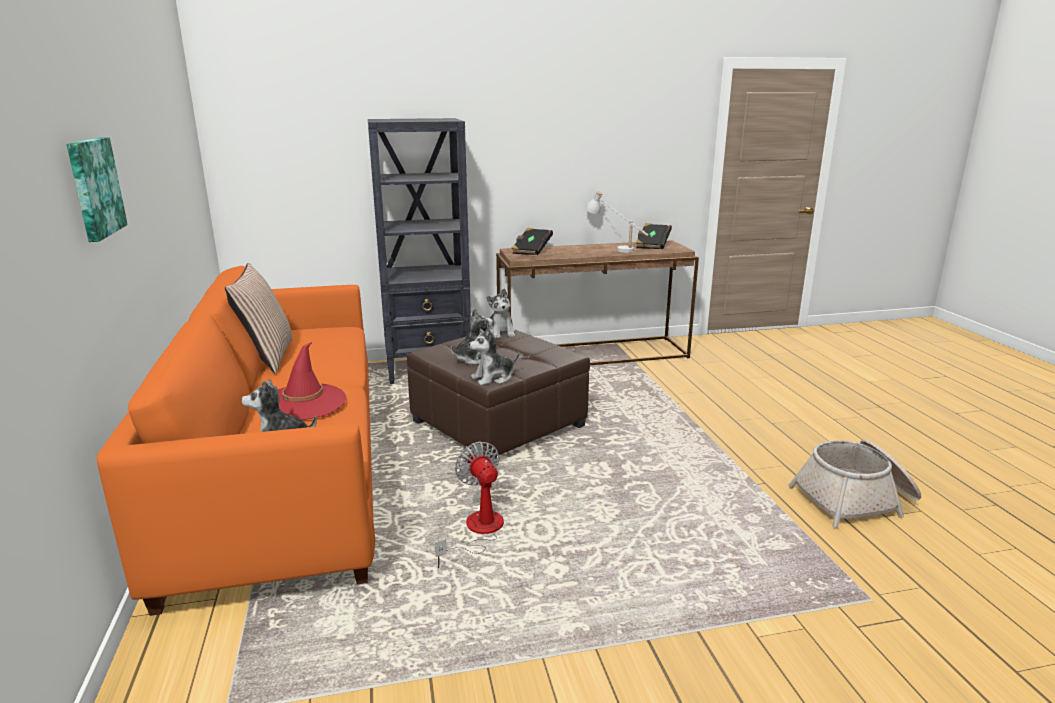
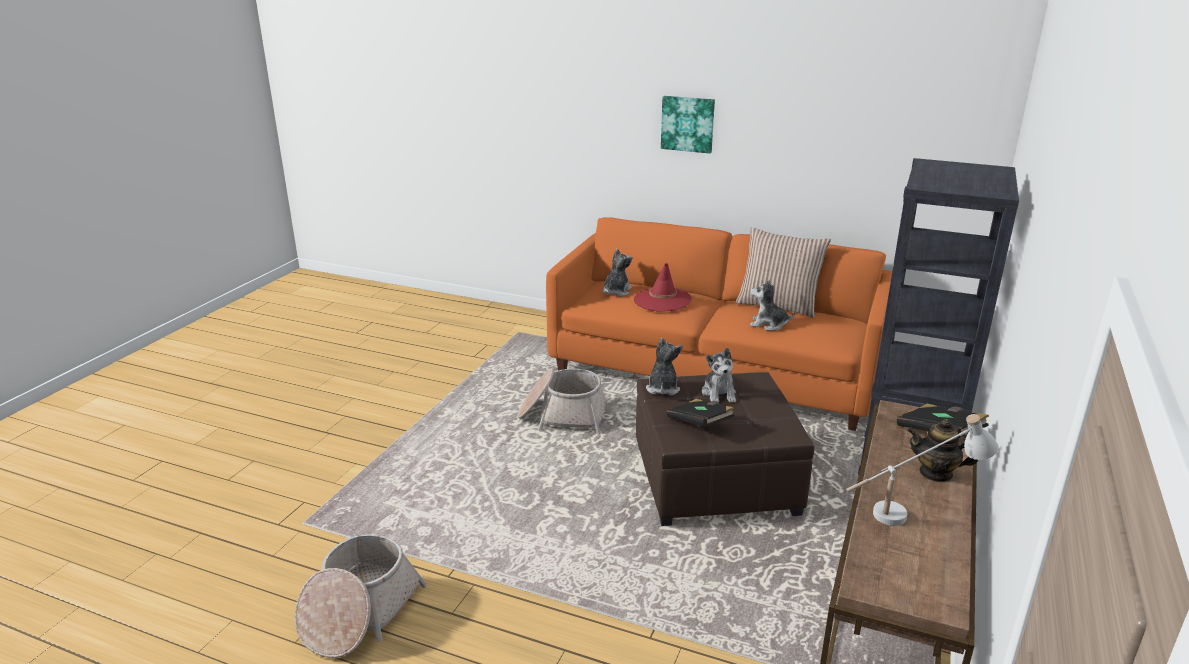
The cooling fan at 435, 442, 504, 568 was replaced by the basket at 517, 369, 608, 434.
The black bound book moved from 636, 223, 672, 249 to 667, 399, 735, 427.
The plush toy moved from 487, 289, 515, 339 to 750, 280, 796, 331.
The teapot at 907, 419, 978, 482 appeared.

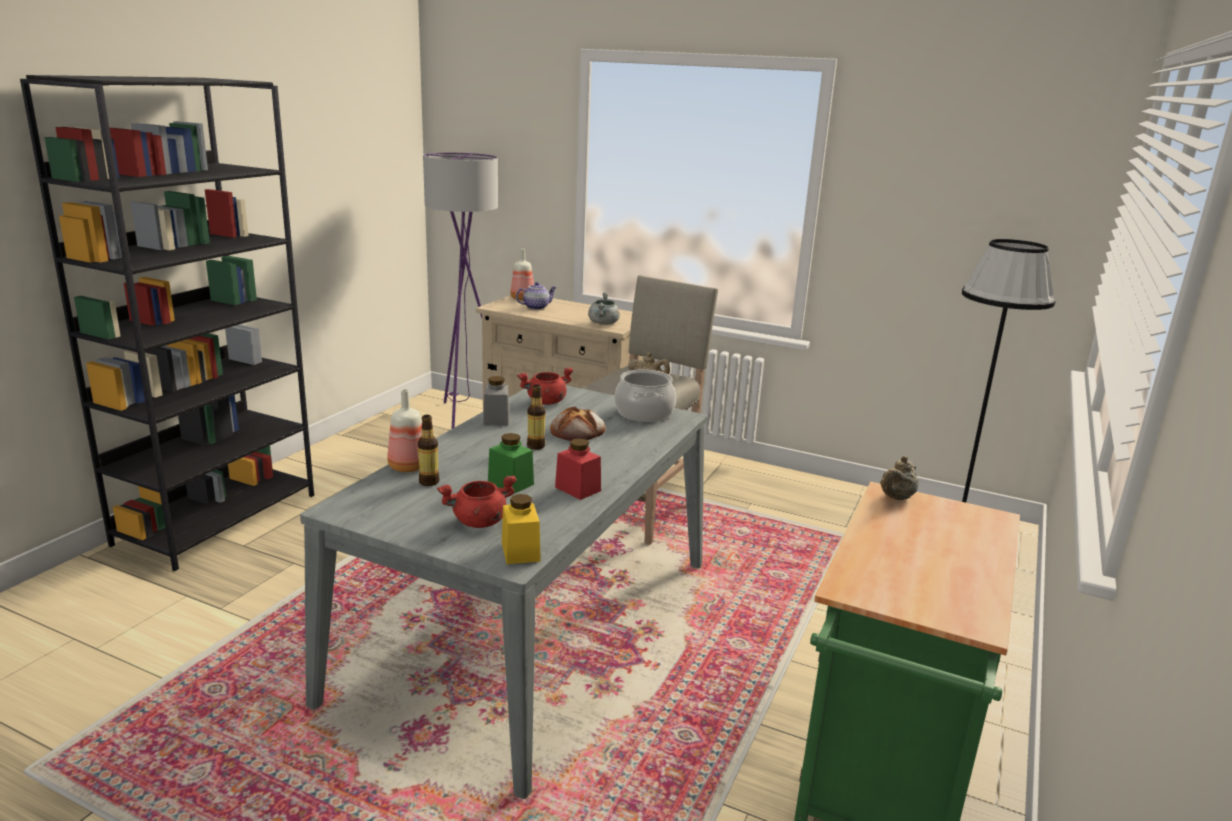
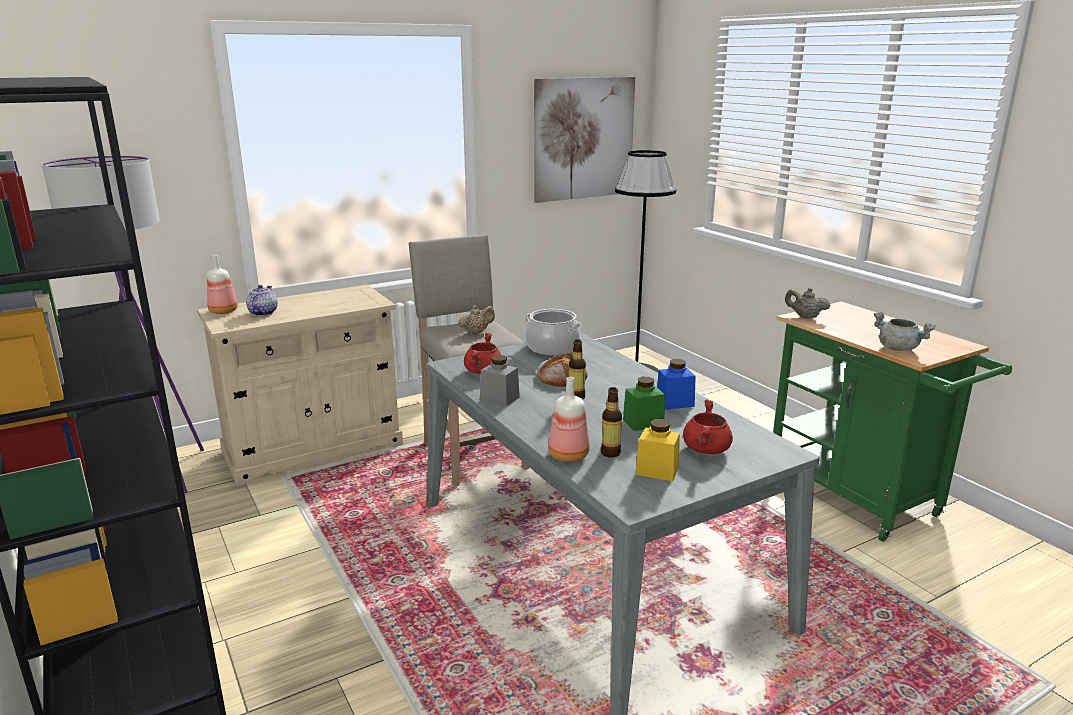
The wall picture at 534, 77, 635, 203 appeared.
The yellowish storage jar moved from 502, 494, 541, 564 to 635, 419, 680, 481.
The reddish storage jar at 555, 438, 601, 500 became the blue storage jar at 657, 359, 696, 410.
The beige-coloured teapot at 880, 456, 919, 500 turned 135 degrees clockwise.
The greyish stockpot moved from 588, 293, 620, 325 to 874, 312, 936, 351.

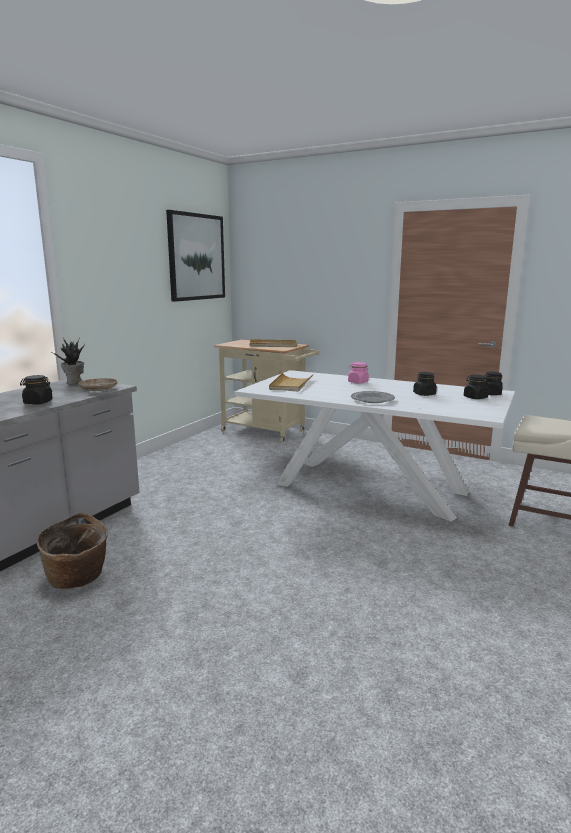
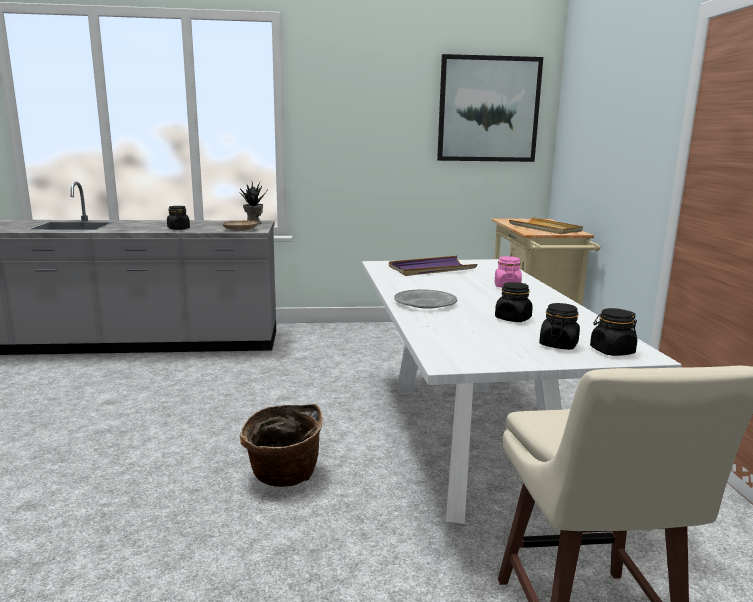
The basket moved from 36, 513, 108, 589 to 240, 404, 323, 487.
The beige-coloured tray at 269, 372, 314, 392 became the purple tray at 389, 256, 477, 276.

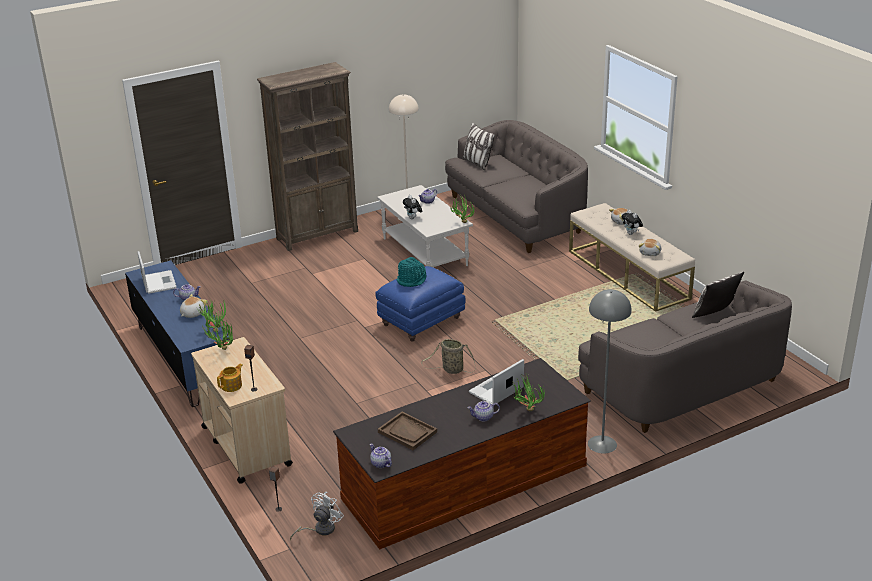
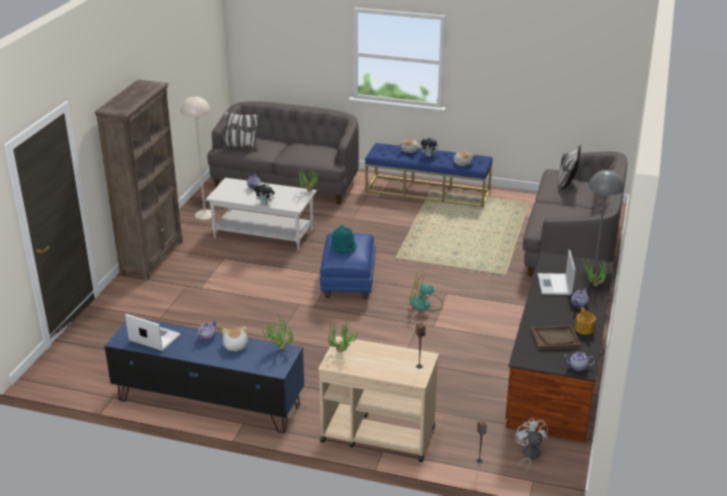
The beige-coloured bench at 569, 203, 695, 312 became the blue bench at 365, 143, 493, 207.
The basket at 421, 339, 476, 374 was replaced by the cooling fan at 410, 270, 443, 311.
The teapot moved from 217, 364, 243, 392 to 575, 307, 596, 335.

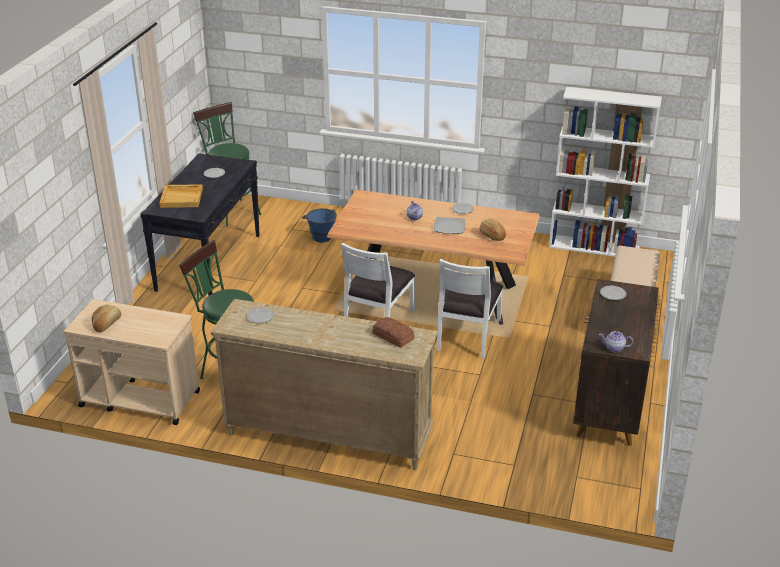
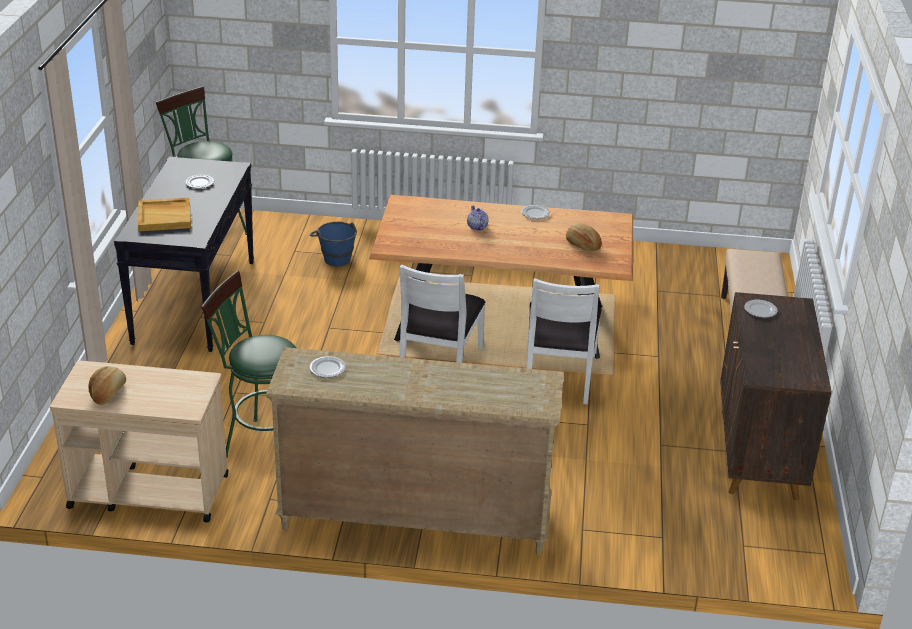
The bakery bread at 373, 317, 415, 348 disappeared.
The flat dish at 434, 217, 466, 234 disappeared.
The white-coloured bookshelf at 549, 87, 662, 257 disappeared.
The teapot at 599, 331, 633, 352 disappeared.

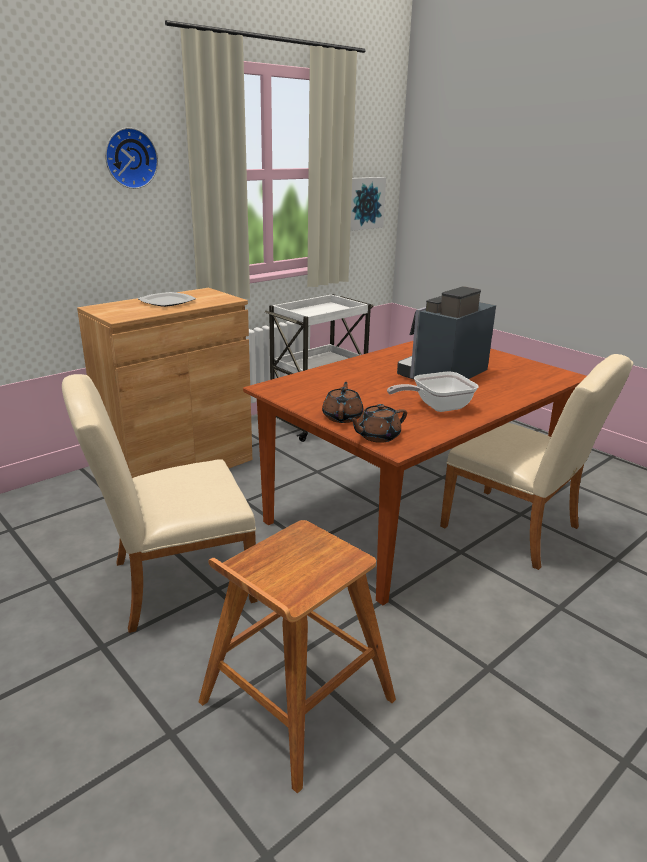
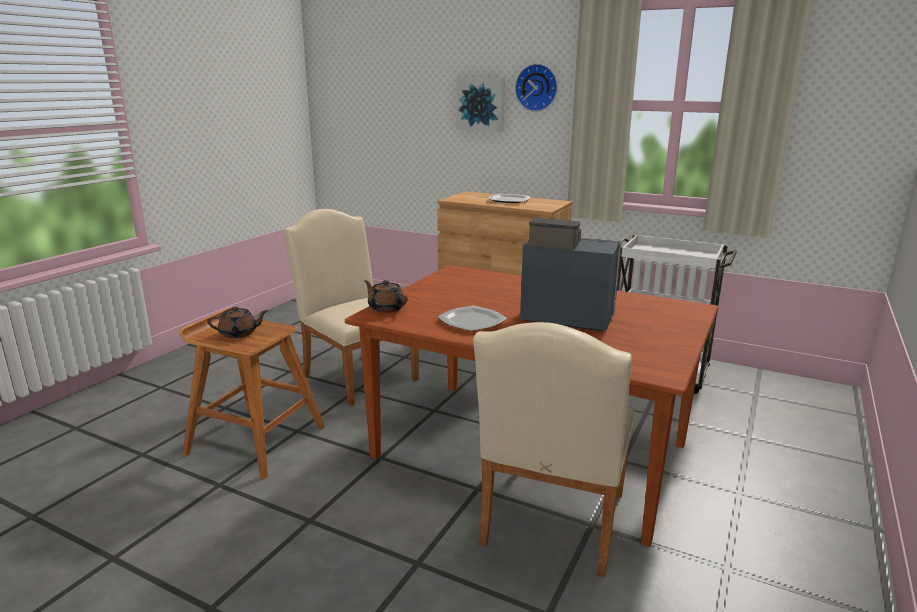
The brown-coloured teapot moved from 322, 382, 363, 423 to 207, 307, 268, 338.
The skillet at 387, 372, 479, 412 was replaced by the flat dish at 438, 306, 507, 331.
The wall picture moved from 350, 177, 386, 231 to 456, 78, 505, 132.

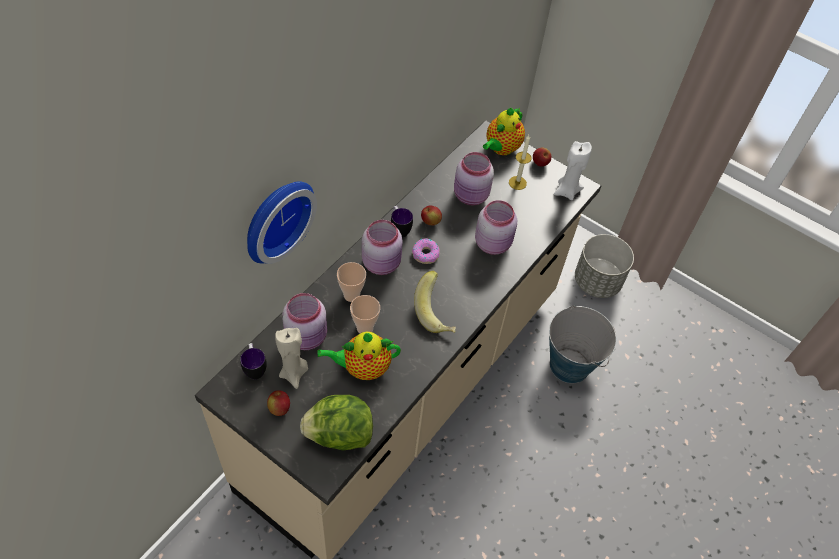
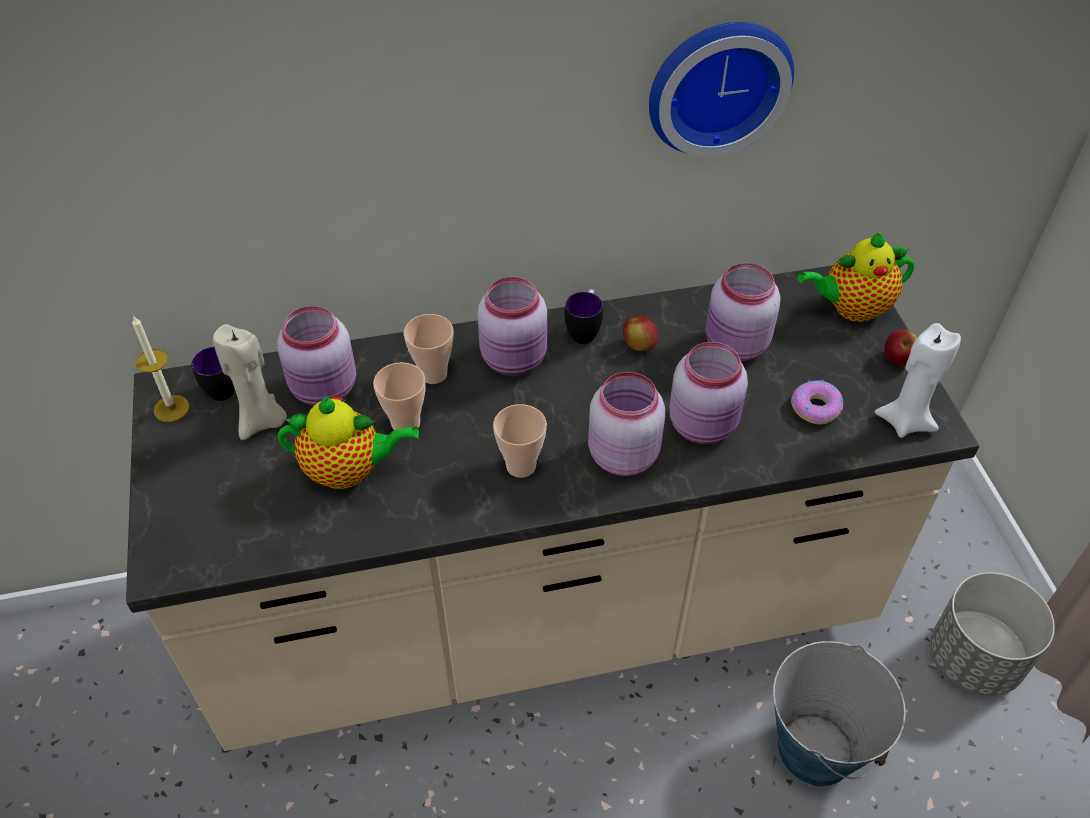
The wax light moved from 509, 135, 532, 190 to 132, 315, 190, 422.
The teapot at 317, 332, 401, 380 turned 150 degrees clockwise.
The whole banana at 414, 270, 456, 333 was replaced by the small cup at 493, 404, 547, 478.
The pinkish storage jar at 588, 372, 665, 476 appeared.
The clock on the wall moved from 247, 181, 317, 264 to 649, 22, 794, 157.
The doughnut moved from 412, 238, 440, 264 to 791, 380, 843, 425.
The apple fruit at 267, 390, 290, 416 disappeared.
The head of lettuce at 300, 395, 373, 451 disappeared.

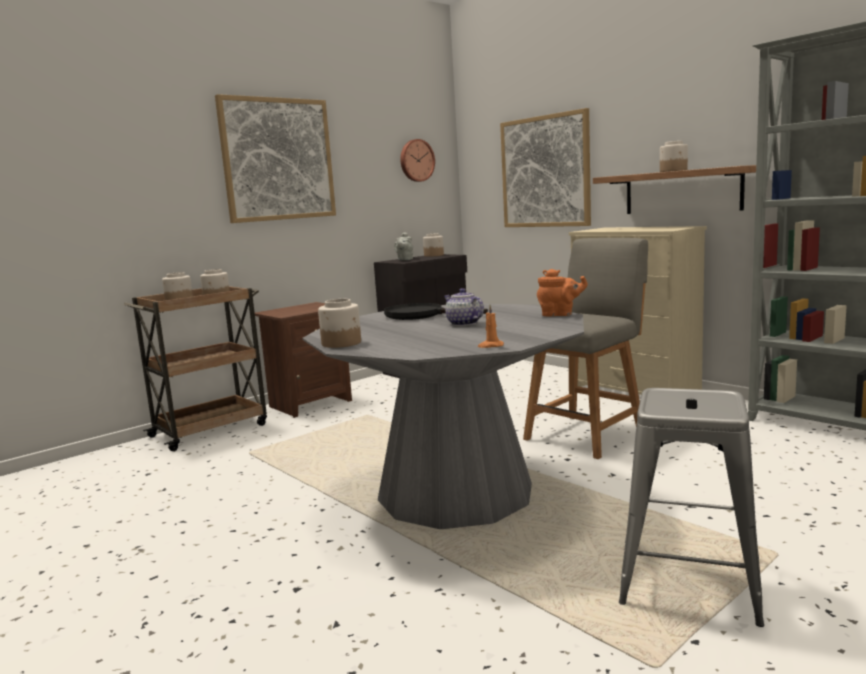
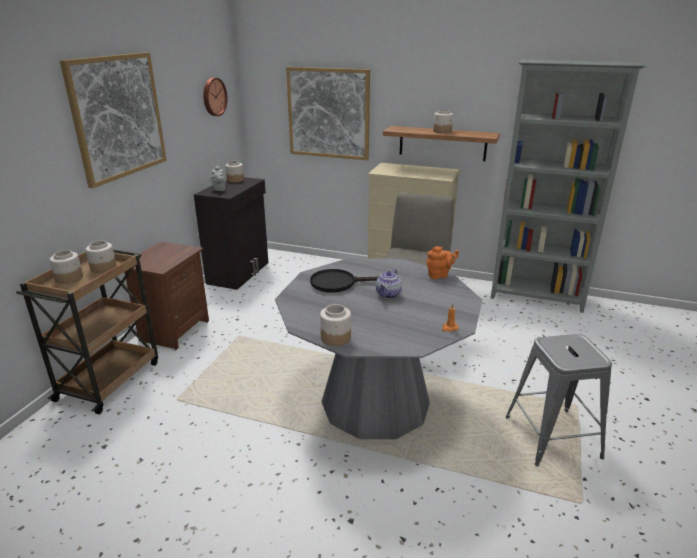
The teapot at 444, 288, 484, 326 turned 90 degrees counterclockwise.

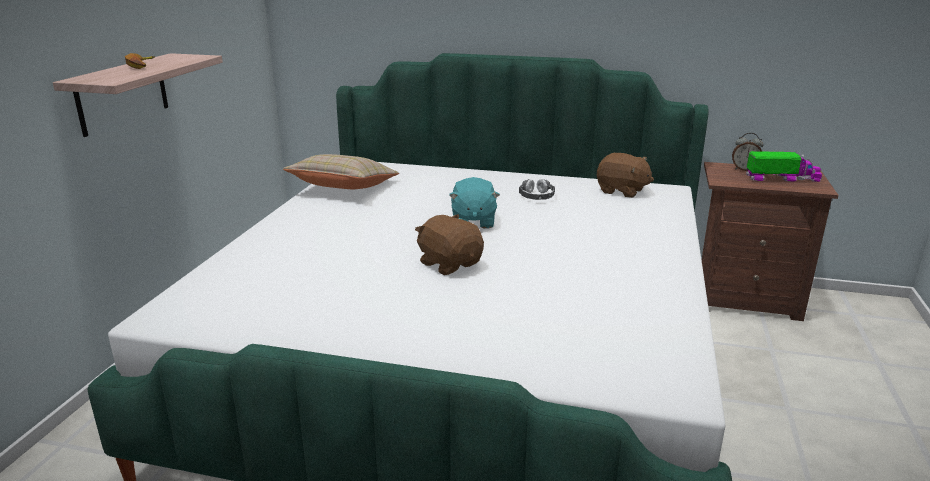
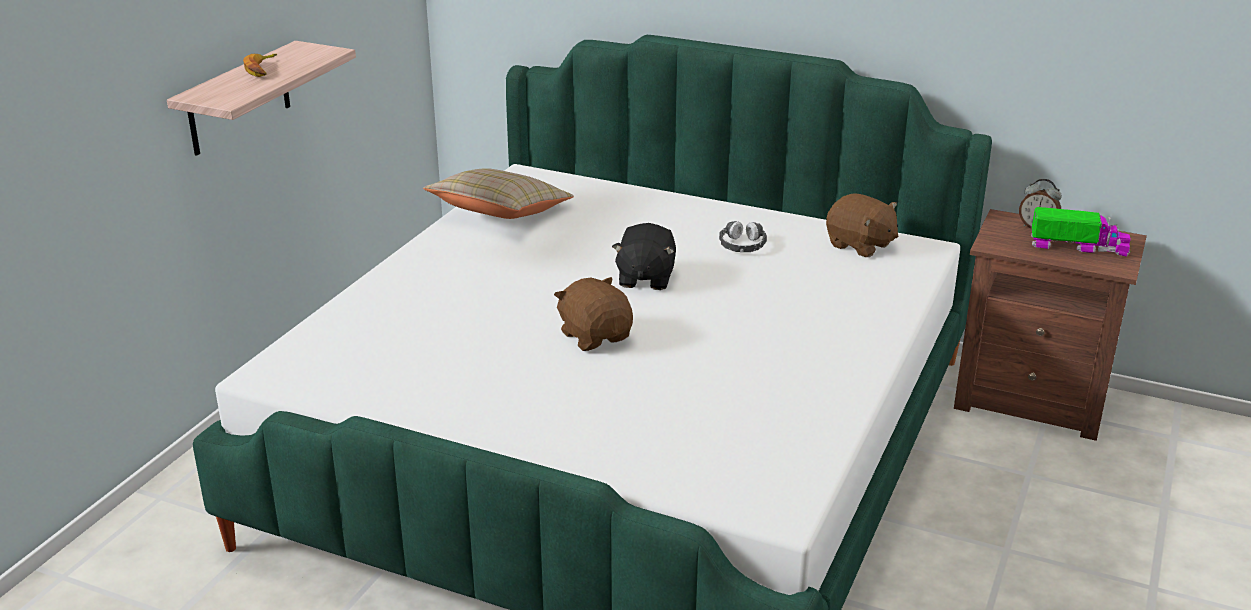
The blue-green plush toy at 449, 177, 500, 229 became the black plush toy at 612, 223, 676, 290.

